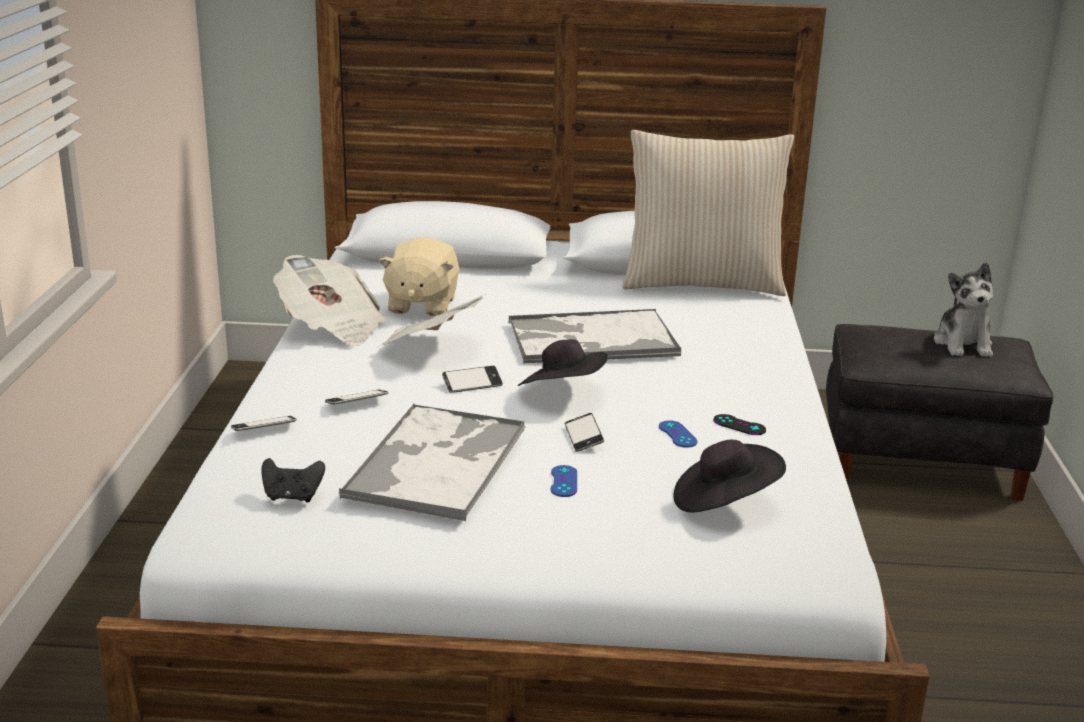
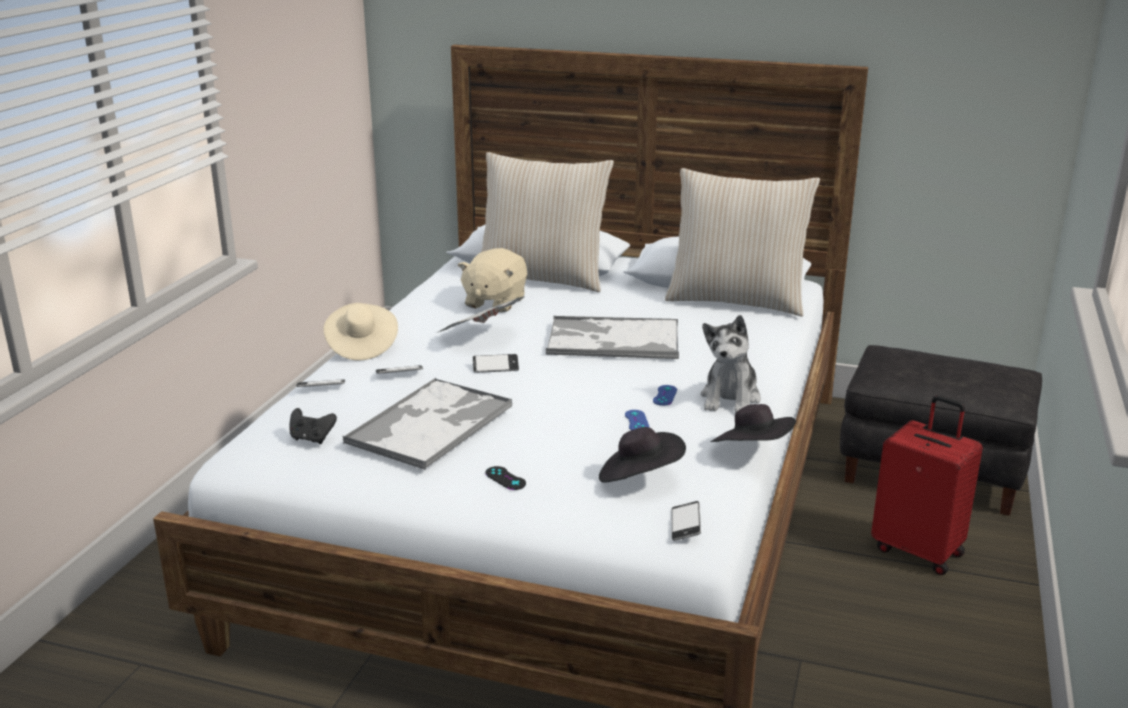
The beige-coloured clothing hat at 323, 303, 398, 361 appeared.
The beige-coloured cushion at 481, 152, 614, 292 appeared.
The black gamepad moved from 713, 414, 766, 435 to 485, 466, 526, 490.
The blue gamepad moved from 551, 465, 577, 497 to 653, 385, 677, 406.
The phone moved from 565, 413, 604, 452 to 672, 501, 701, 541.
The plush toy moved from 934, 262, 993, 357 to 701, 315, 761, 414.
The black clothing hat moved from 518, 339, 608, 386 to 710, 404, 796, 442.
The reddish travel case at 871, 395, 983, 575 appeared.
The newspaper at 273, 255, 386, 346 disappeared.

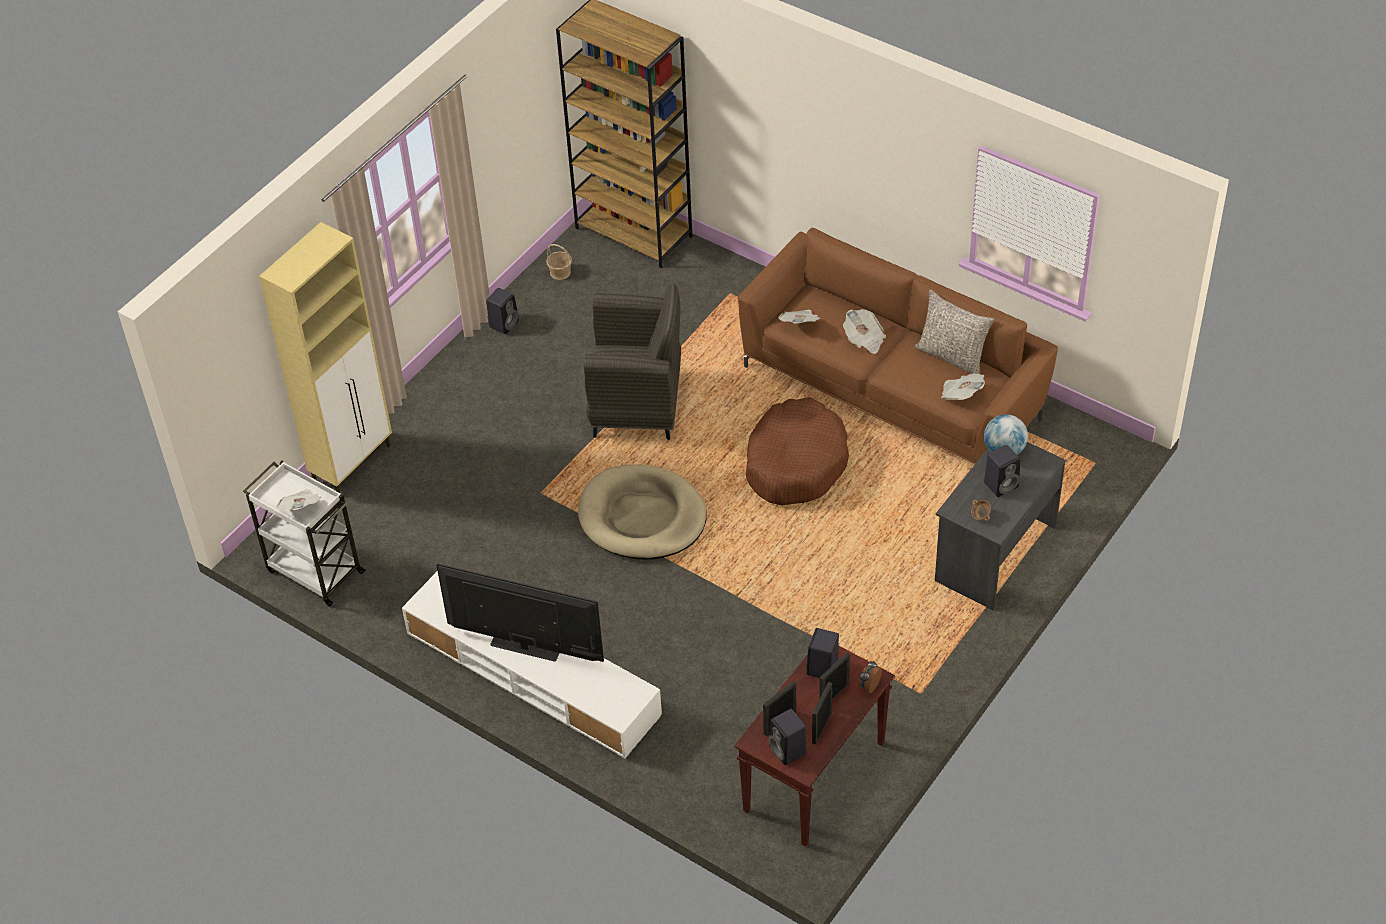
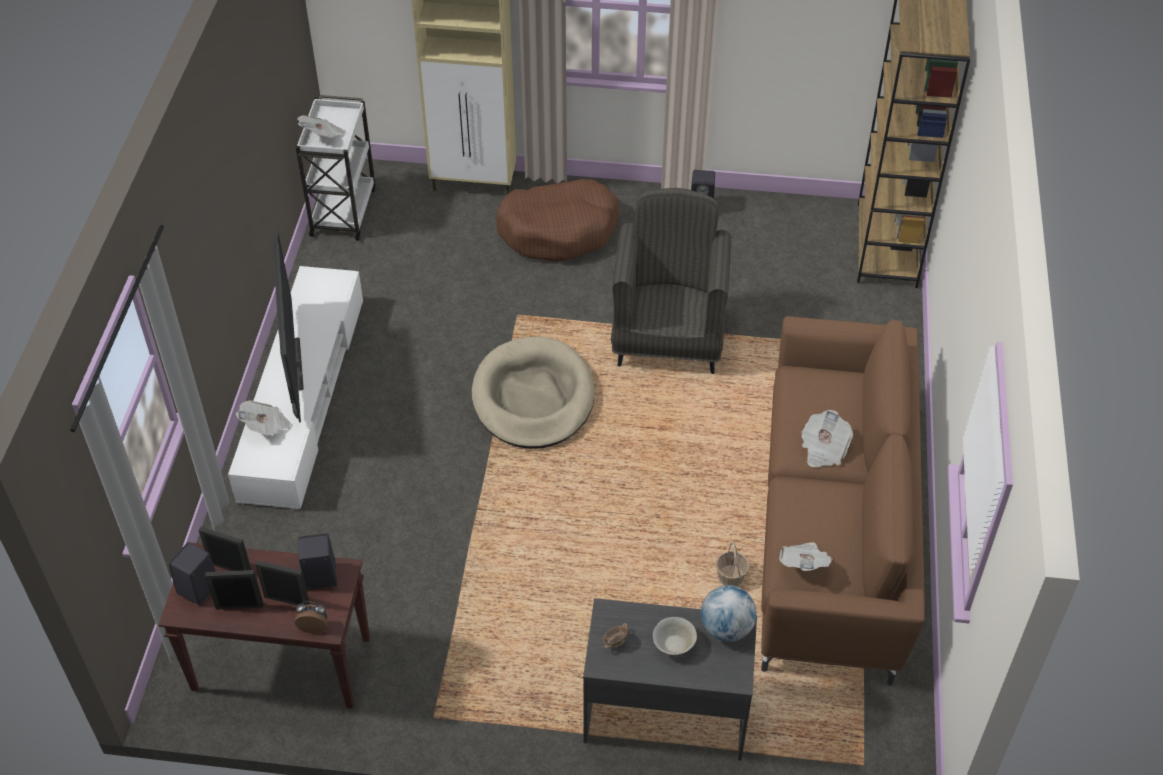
The newspaper moved from 778, 310, 821, 324 to 235, 400, 293, 436.
The brown-coloured dog cushion moved from 746, 397, 849, 505 to 496, 179, 619, 262.
The greyish lounge chair at 584, 283, 681, 440 turned 150 degrees counterclockwise.
The black audio speaker at 984, 445, 1020, 497 was replaced by the beige-coloured deep dish at 653, 617, 697, 656.
The basket moved from 546, 244, 572, 280 to 716, 542, 749, 587.
The greyish cushion at 915, 290, 994, 374 disappeared.

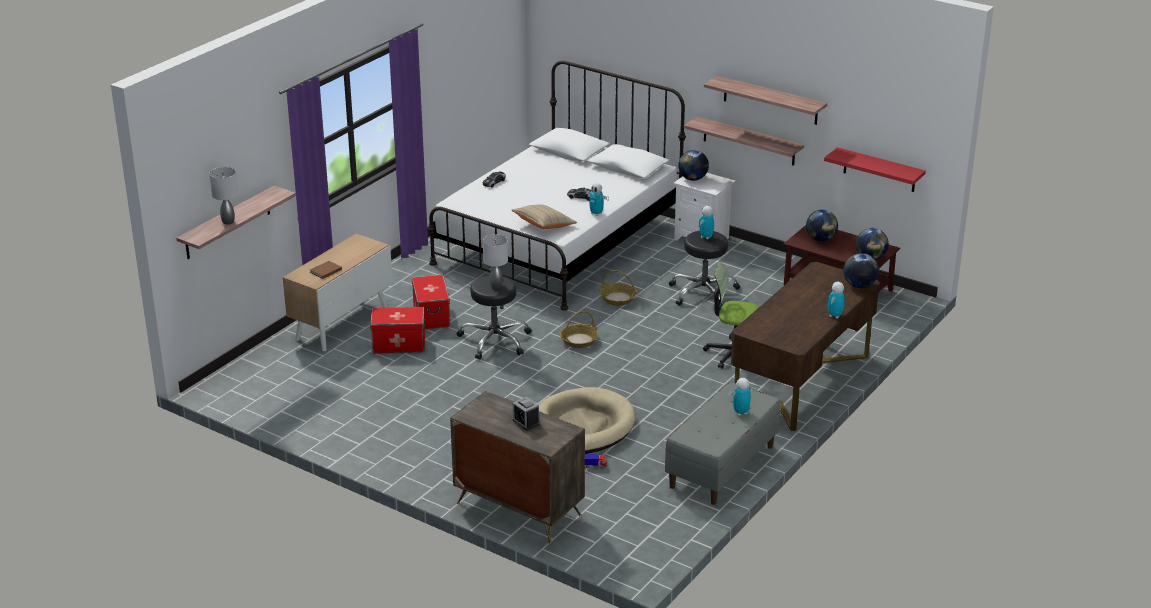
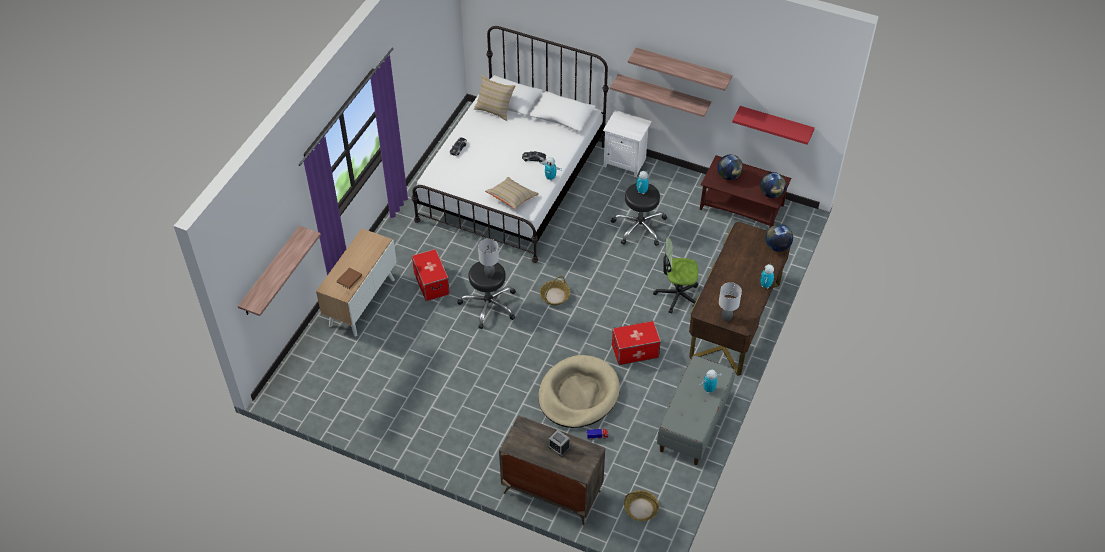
The beige-coloured cushion at 474, 75, 516, 121 appeared.
The storage box moved from 370, 307, 425, 353 to 612, 321, 661, 365.
The basket moved from 600, 270, 637, 306 to 624, 490, 659, 521.
The greyish table lamp moved from 209, 167, 238, 225 to 719, 282, 742, 322.
The world globe at 678, 150, 709, 181 disappeared.

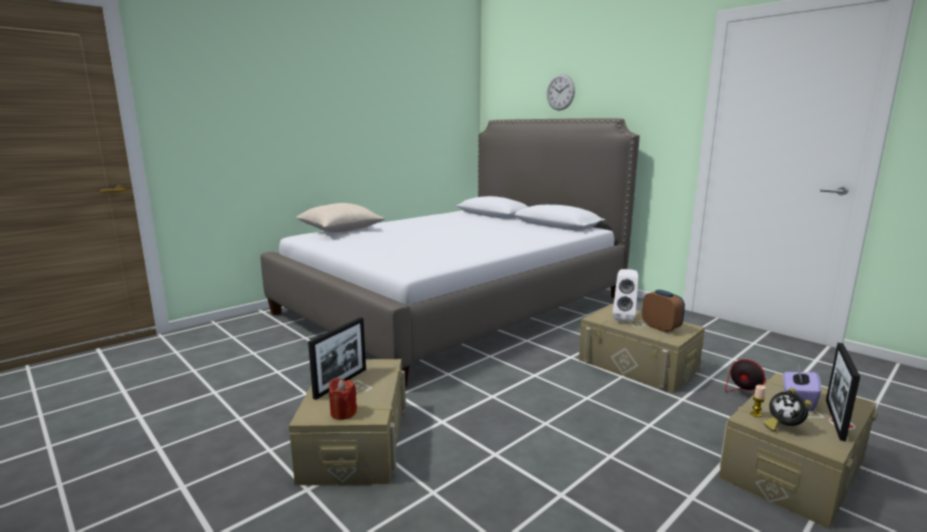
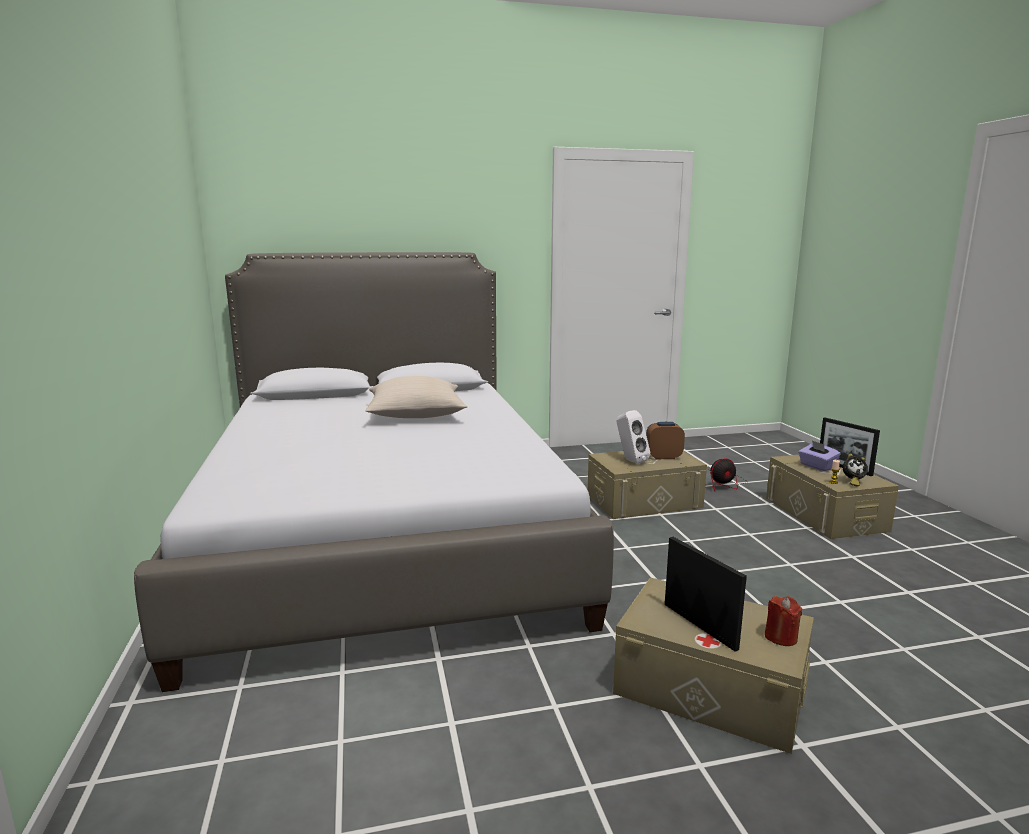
The beige-coloured cushion moved from 296, 203, 385, 232 to 365, 376, 467, 418.
The clock on the wall at 547, 74, 575, 110 disappeared.

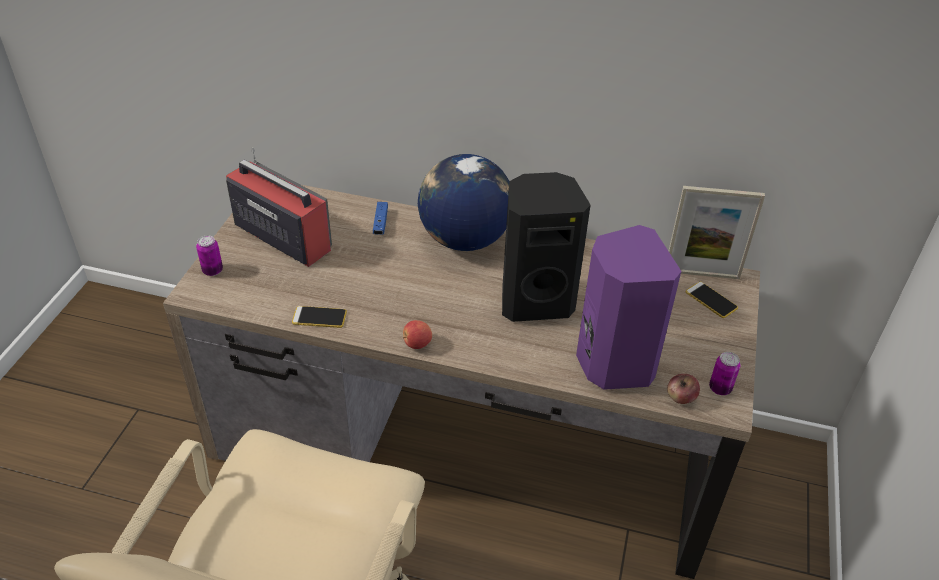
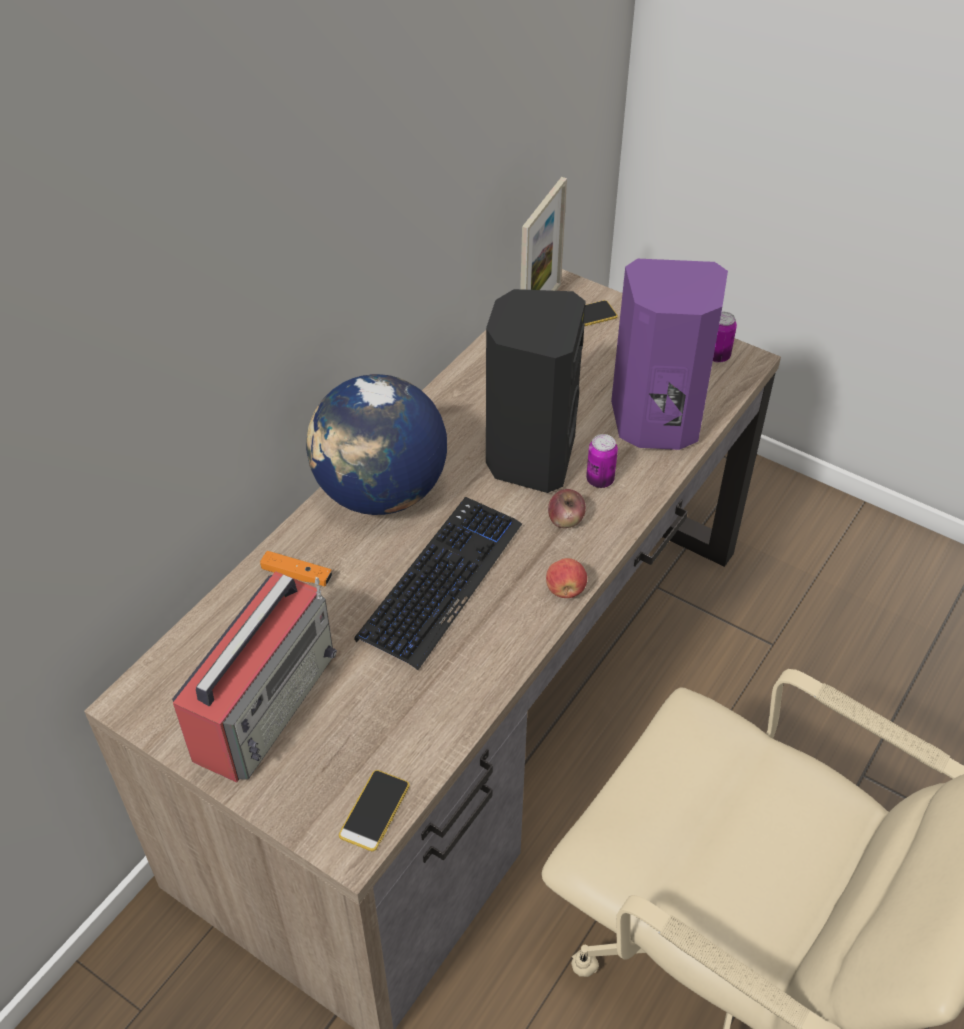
The radio set at 226, 147, 332, 267 turned 150 degrees clockwise.
The blue gamepad at 373, 202, 388, 235 became the orangey gamepad at 260, 551, 332, 586.
The phone moved from 292, 306, 347, 328 to 339, 770, 410, 851.
The keyboard at 354, 497, 522, 670 appeared.
The apple fruit moved from 667, 374, 700, 404 to 548, 489, 586, 528.
The can moved from 196, 235, 223, 276 to 586, 434, 618, 488.

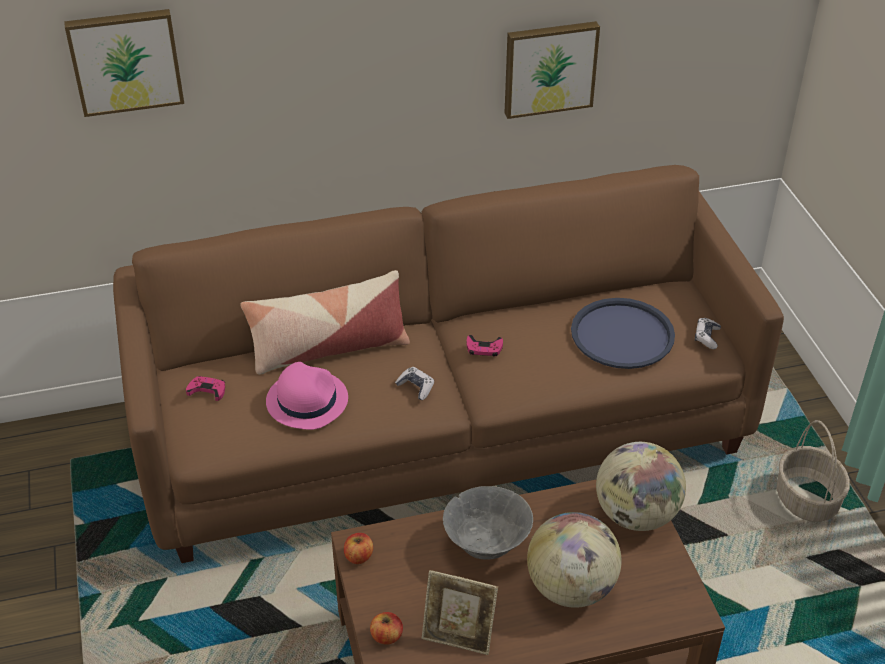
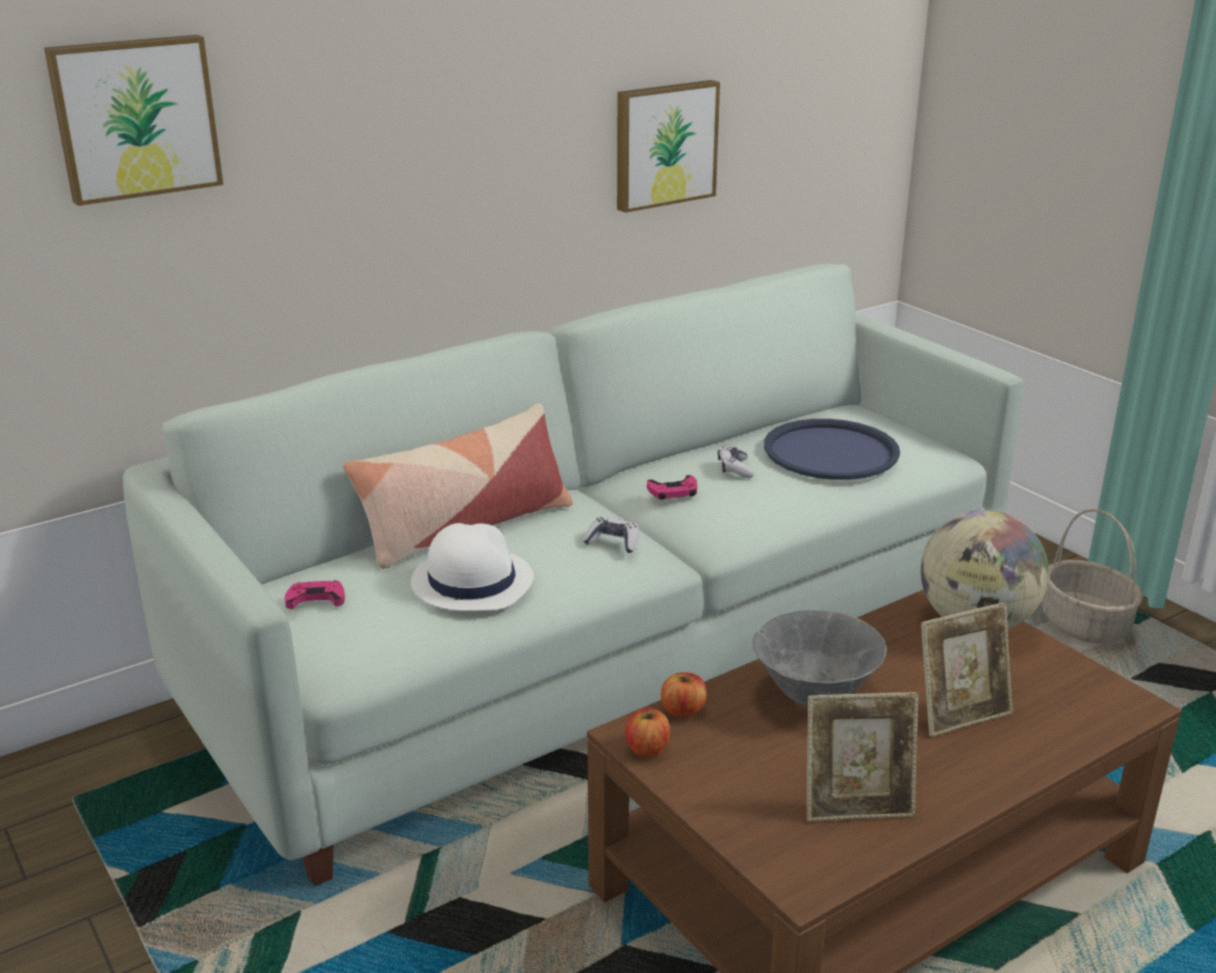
The brown-coloured sofa at 113, 165, 784, 563 became the white-coloured sofa at 123, 264, 1024, 886.
The pinkish clothing hat at 266, 362, 348, 430 became the white-coloured clothing hat at 411, 523, 533, 611.
The apple fruit moved from 370, 612, 403, 645 to 661, 672, 707, 718.
The gamepad moved from 695, 318, 721, 349 to 718, 446, 754, 478.
The world globe at 527, 512, 621, 608 was replaced by the standing frame at 921, 602, 1013, 737.

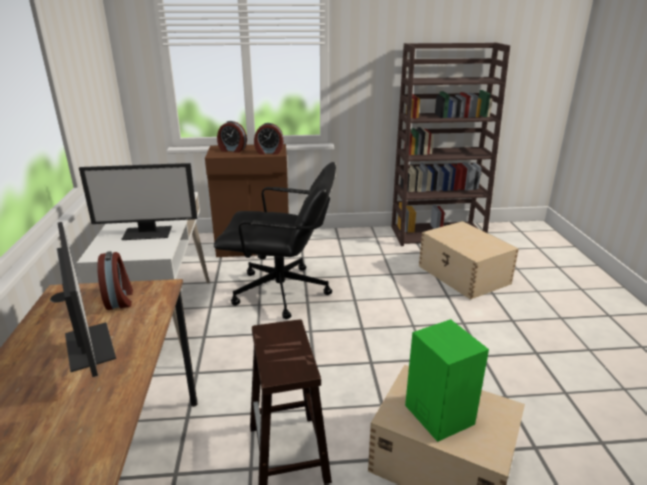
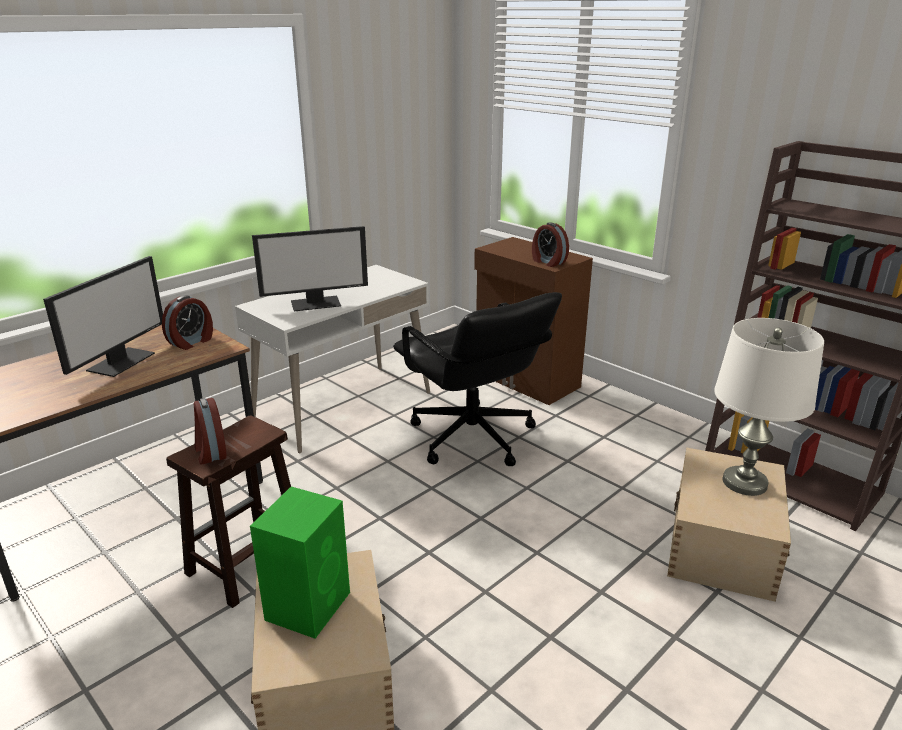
The table clock moved from 217, 121, 247, 153 to 193, 398, 227, 465.
The computer screen at 79, 163, 197, 240 turned 60 degrees counterclockwise.
The white-coloured table lamp at 714, 318, 824, 496 appeared.

